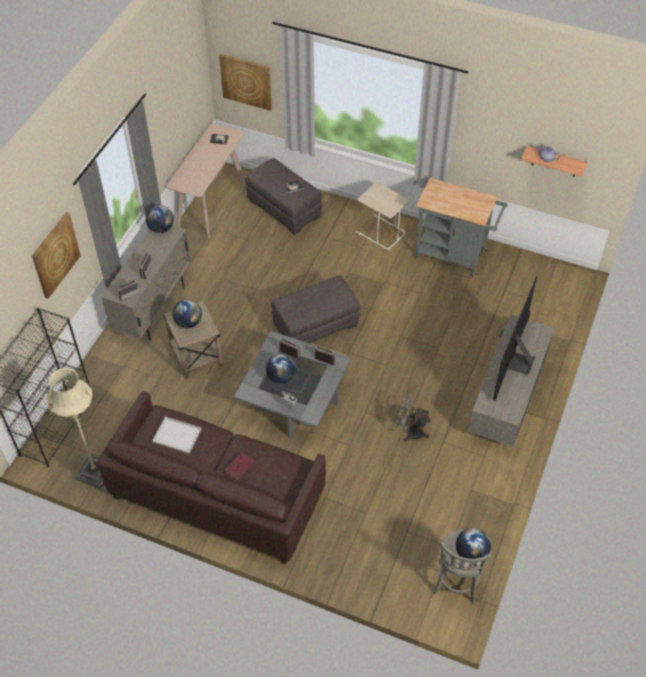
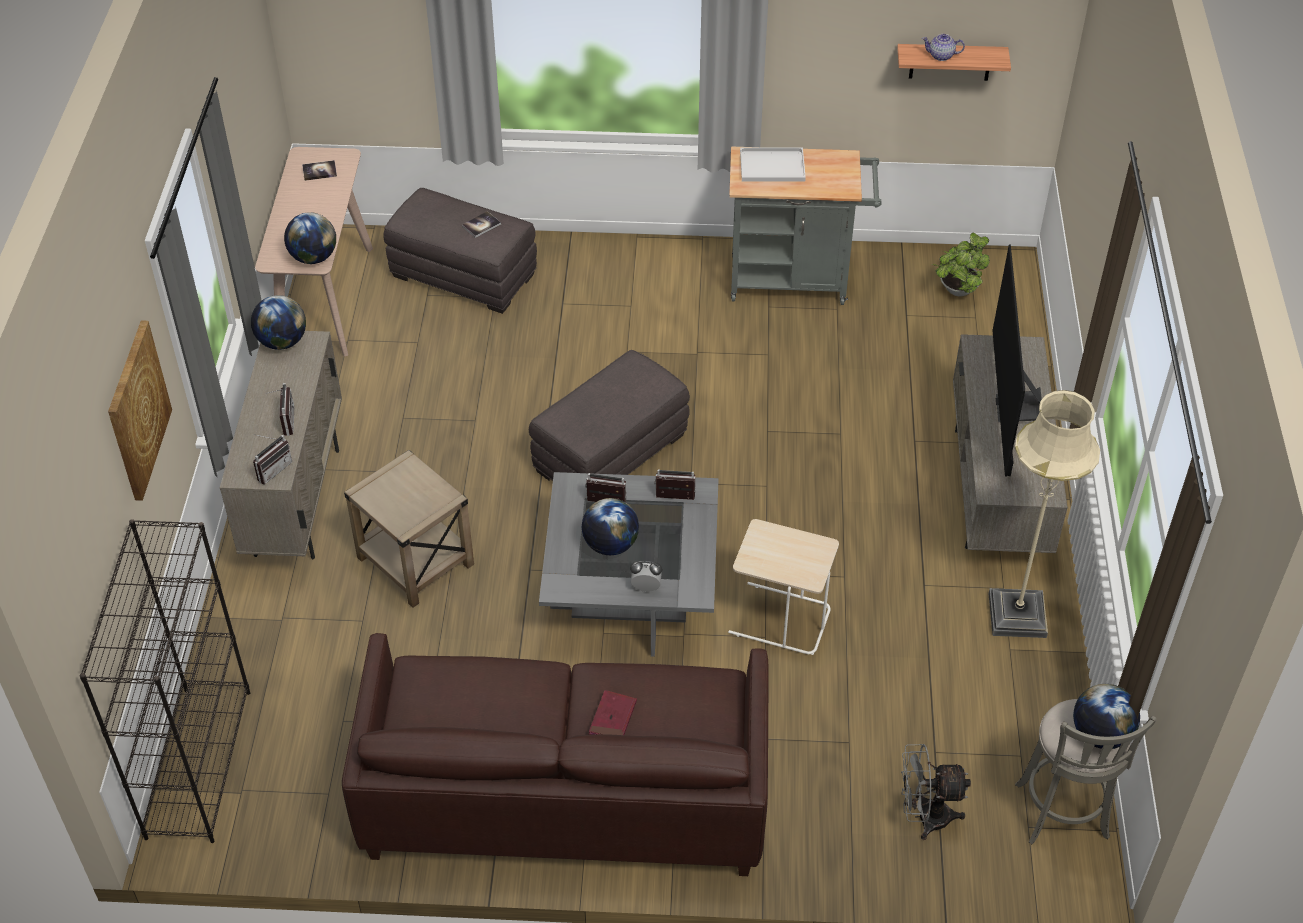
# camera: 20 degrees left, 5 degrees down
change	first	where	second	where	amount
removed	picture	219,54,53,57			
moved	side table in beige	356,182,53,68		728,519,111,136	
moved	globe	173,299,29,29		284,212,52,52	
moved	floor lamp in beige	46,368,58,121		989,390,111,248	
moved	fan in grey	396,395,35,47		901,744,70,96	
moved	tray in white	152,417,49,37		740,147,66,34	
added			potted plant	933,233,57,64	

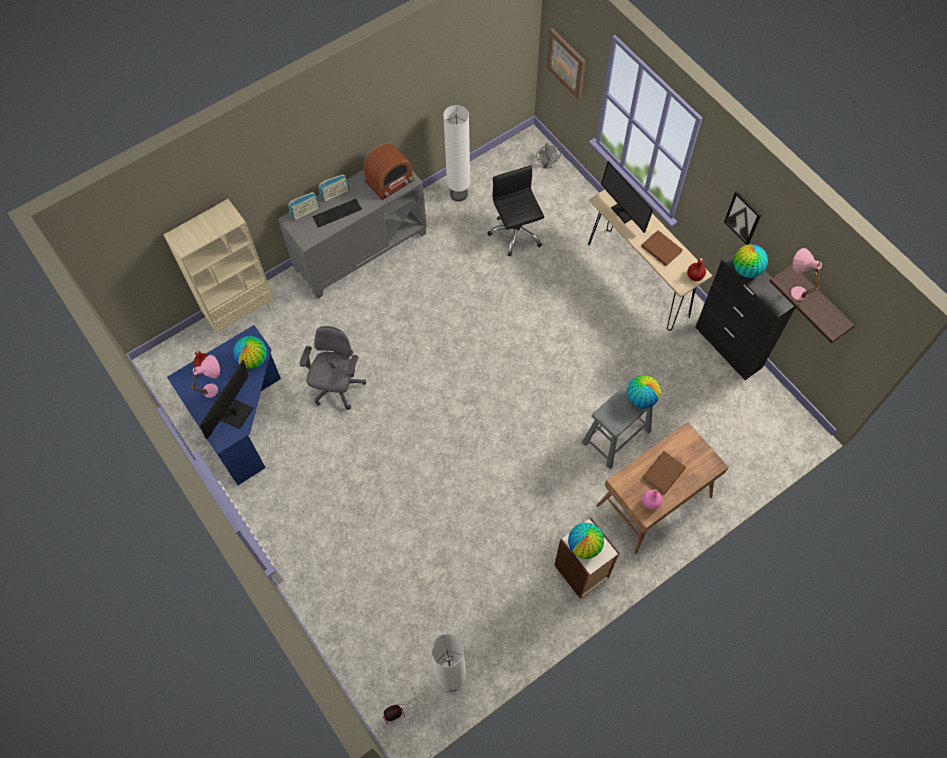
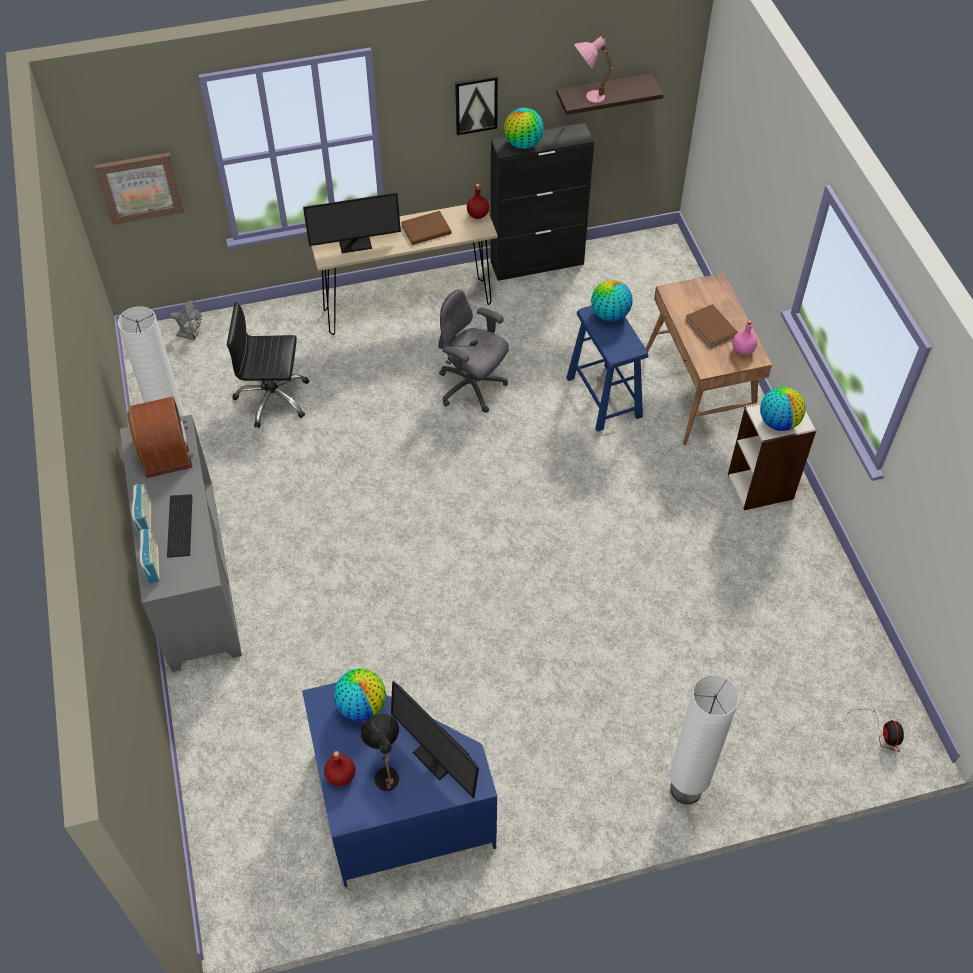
# camera: 70 degrees left, 10 degrees down
change	first	where	second	where	amount
removed	bookcase in beige	163,199,111,137			
moved	office chair in grey	300,326,66,84		438,289,71,124	
recoloured	table lamp in pink	192,355,28,43	table lamp in black	361,714,38,77	
recoloured	stool in grey	582,376,78,93	stool in blue	566,305,82,127	
moved	floor lamp in white	430,634,36,57		670,674,69,131	

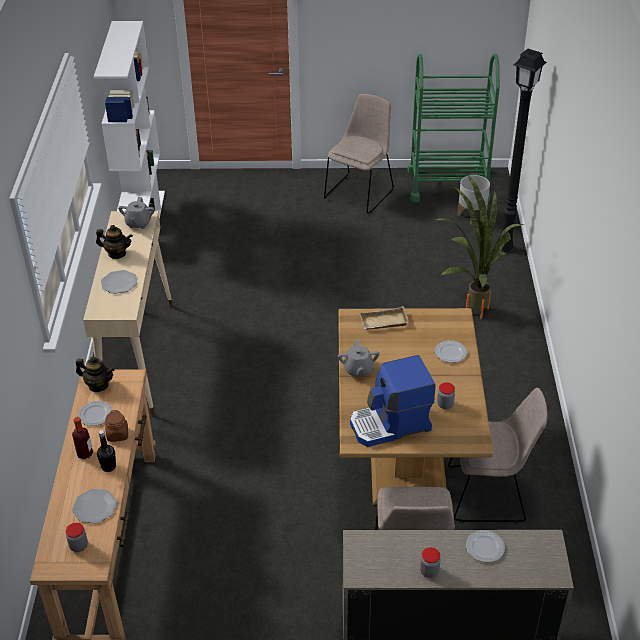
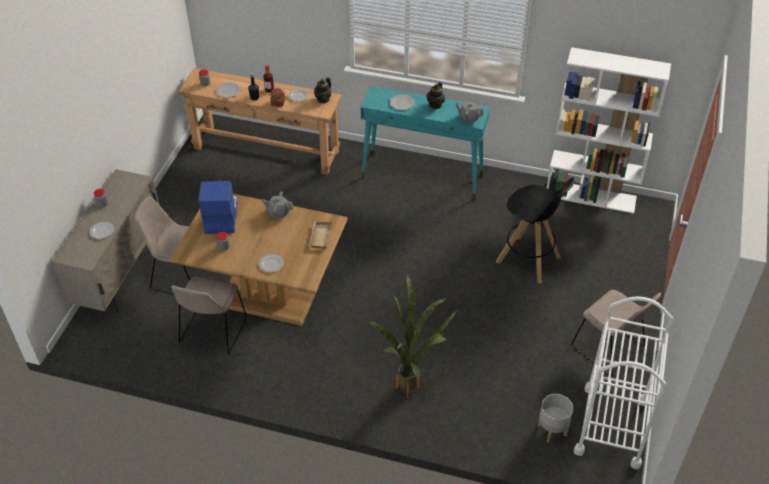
# camera: 105 degrees right, 5 degrees up
change	first	where	second	where	amount
removed	floor lamp in black	501,49,46,203			
recoloured	cart in green	407,53,93,150	cart in white	574,296,99,173	
recoloured	console table in beige	83,211,90,206	console table in turquoise	361,86,129,114	
added			stool in black	496,177,80,107	

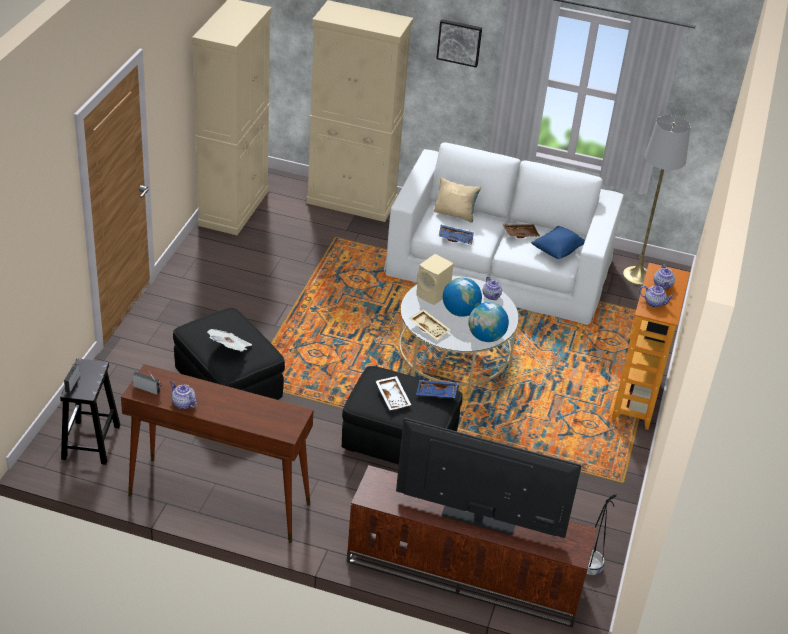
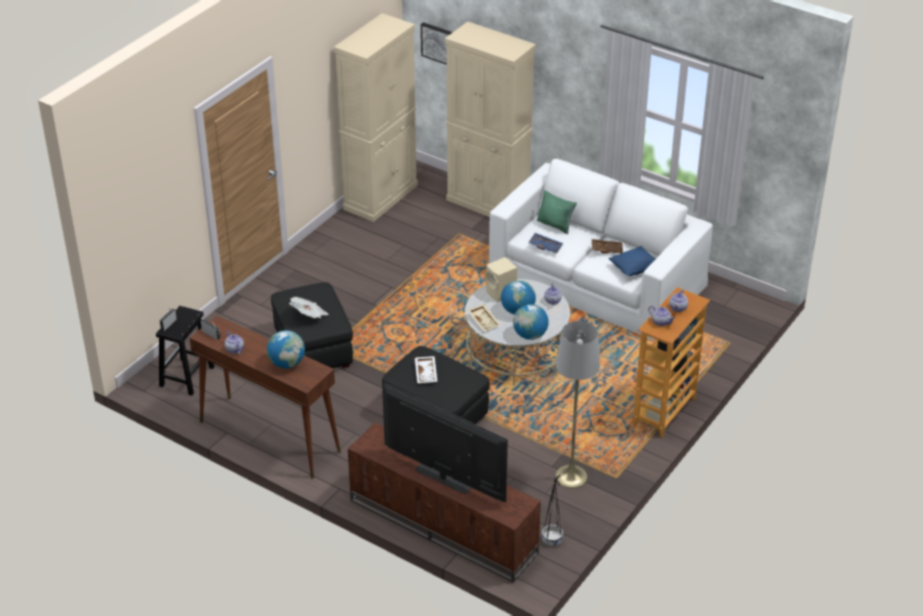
# camera: 20 degrees right, 0 degrees up
change	first	where	second	where	amount
moved	picture	436,19,46,49		421,22,32,43	
moved	floor lamp in grey	623,115,68,171		555,321,45,168	
recoloured	pillow in beige	434,177,47,46	pillow in green	537,190,40,44	
removed	tray in blue	416,380,42,18			
added			globe	267,330,38,38	

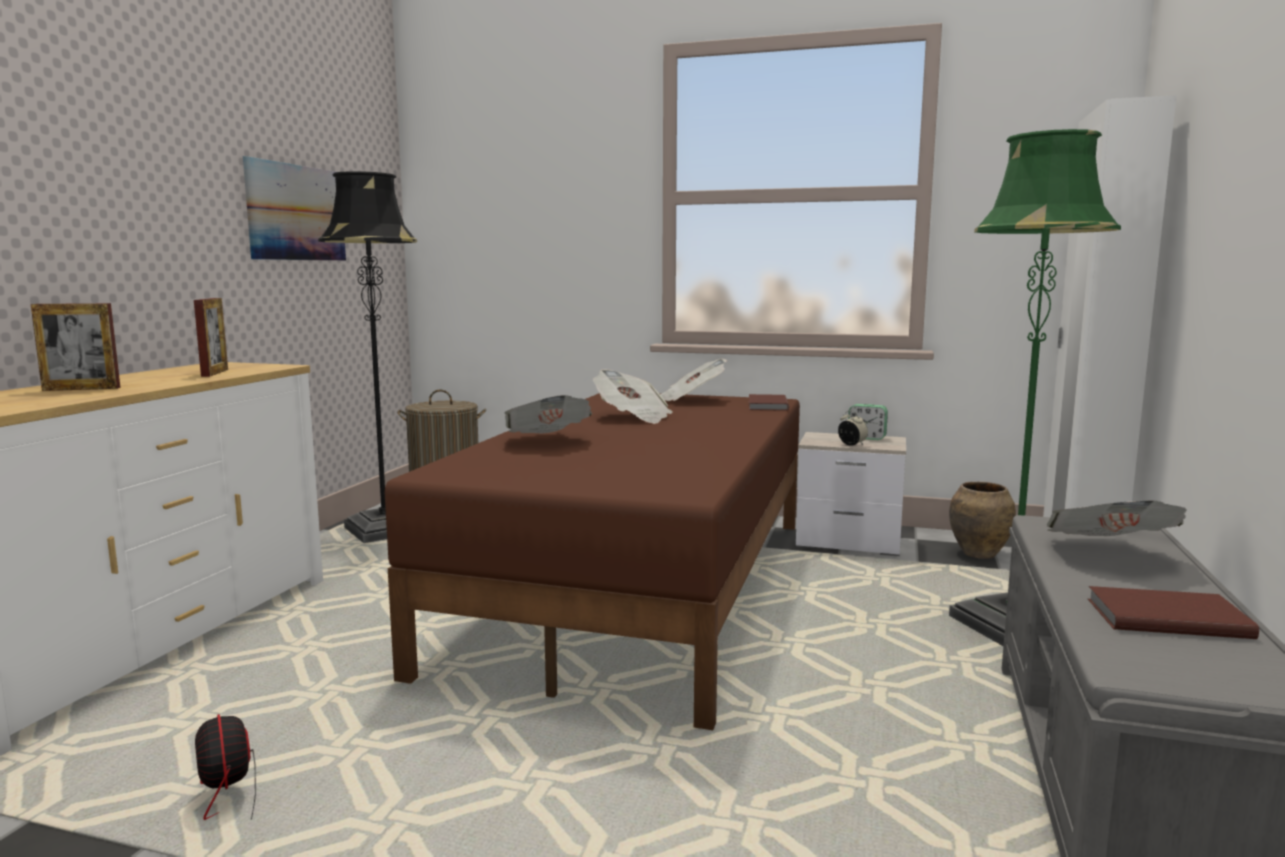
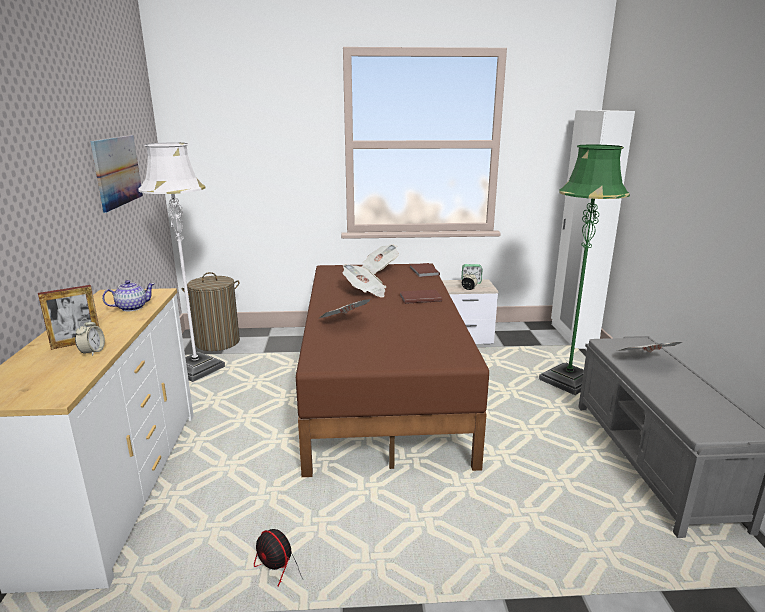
# camera: 20 degrees left, 10 degrees up
change	first	where	second	where	amount
recoloured	floor lamp in black	318,171,99,372	floor lamp in white	138,143,87,239	
replaced	picture frame	194,298,34,79	teapot	102,280,53,31	
removed	vase in brown	949,481,67,78			
moved	book in brown	1088,586,171,53		400,290,42,14	
added			alarm clock	75,318,30,38	

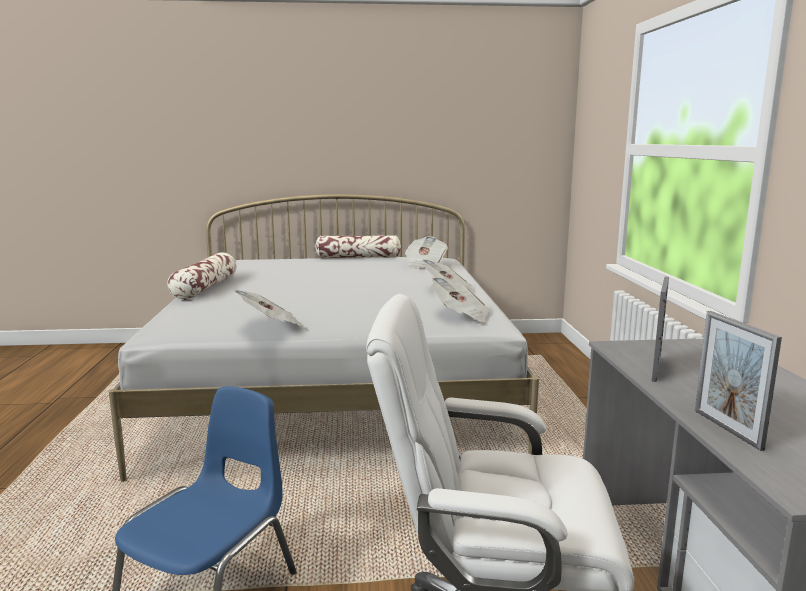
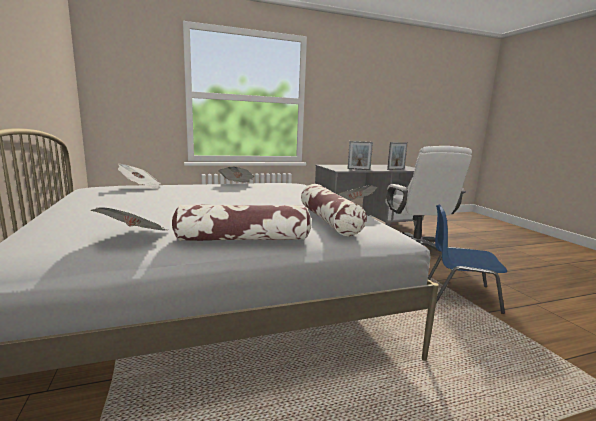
# camera: 105 degrees left, 0 degrees up
change	first	where	second	where	amount
moved	pillow	315,235,86,23		301,184,66,52	
moved	newspaper	431,277,59,45		90,208,76,23	

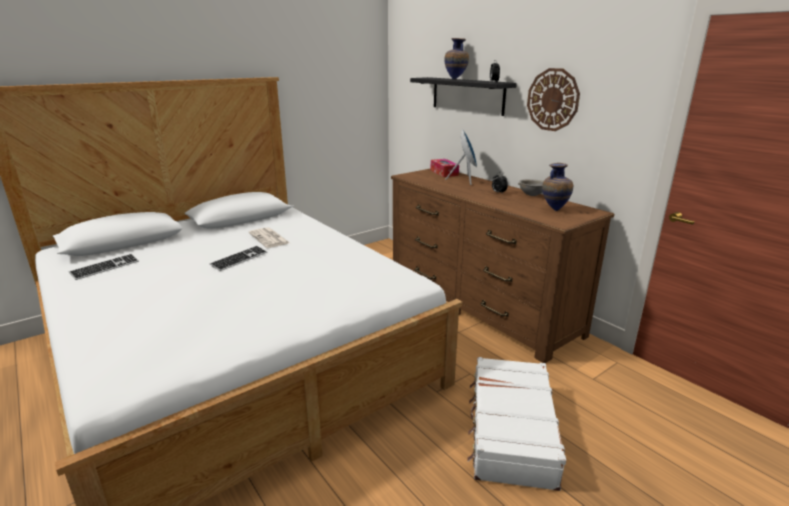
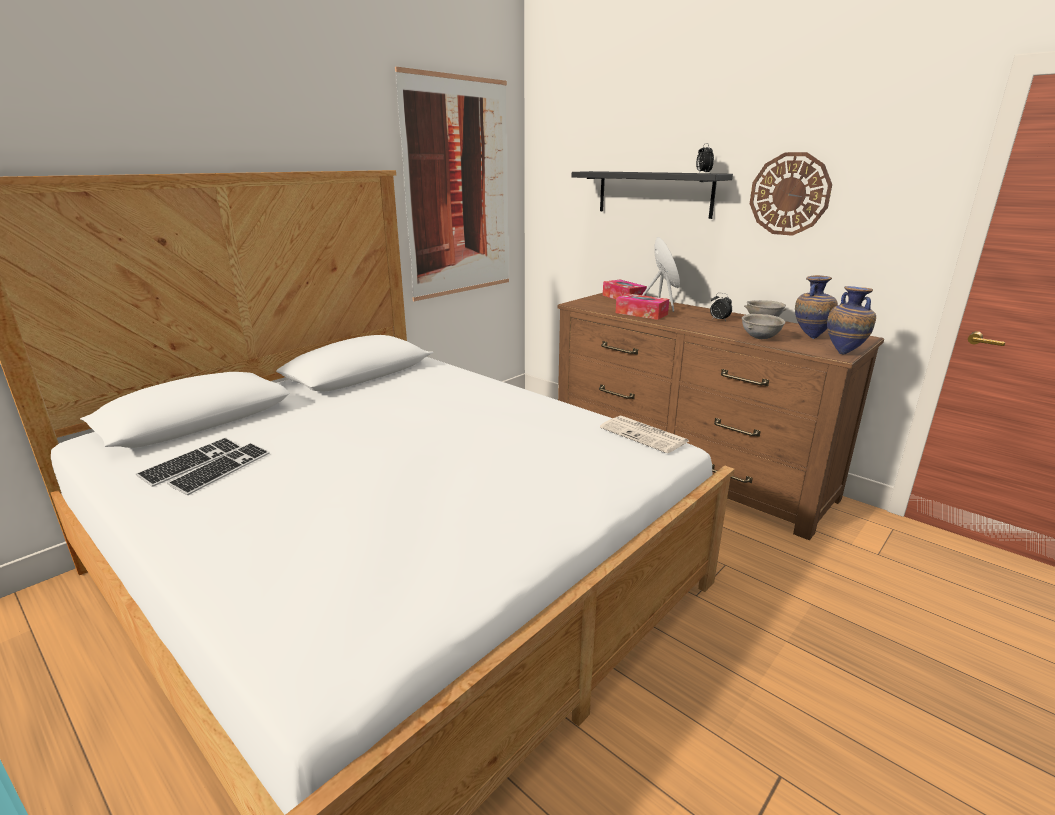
# camera: 10 degrees left, 0 degrees up
change	first	where	second	where	amount
moved	vase	444,38,25,42		827,286,49,68	
moved	newspaper	249,227,41,21		600,416,89,37	
moved	keyboard	210,246,57,25		167,443,103,52	
removed	suitcase in white	467,357,99,134			
added			picture	395,67,114,234	
added			tissue box	616,293,53,27	
added			bowl in grey	742,314,43,25	

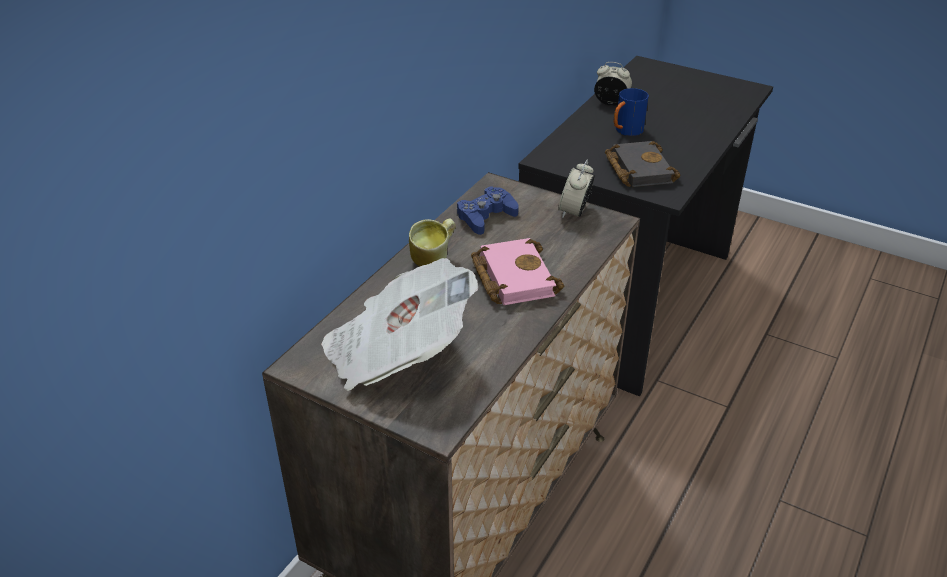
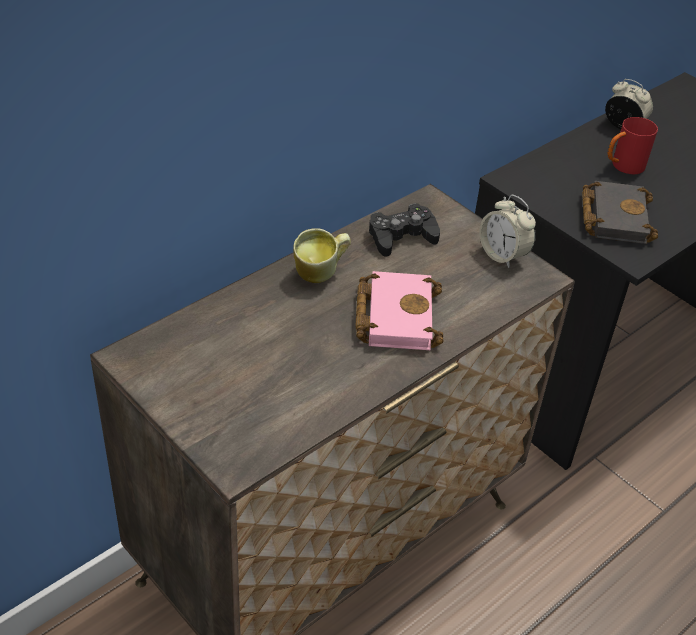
# camera: 15 degrees right, 5 degrees up
change	first	where	second	where	amount
recoloured	mug in blue	614,88,35,48	mug in red	608,117,50,57	
turned	alarm clock	558,160,37,58		479,194,57,74	75 degrees counterclockwise
recoloured	game controller in blue	457,186,62,49	game controller in black	369,203,71,54	
removed	newspaper	321,258,157,133			

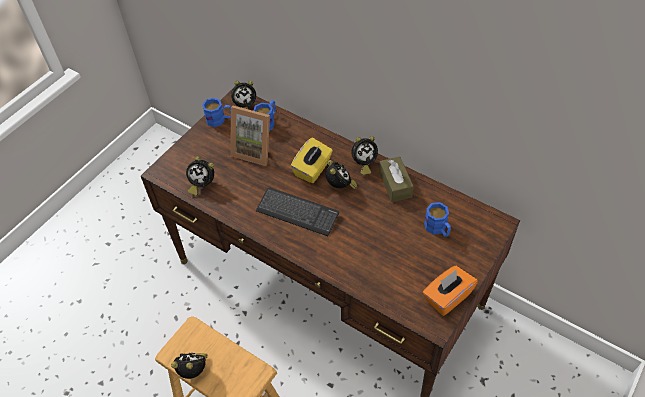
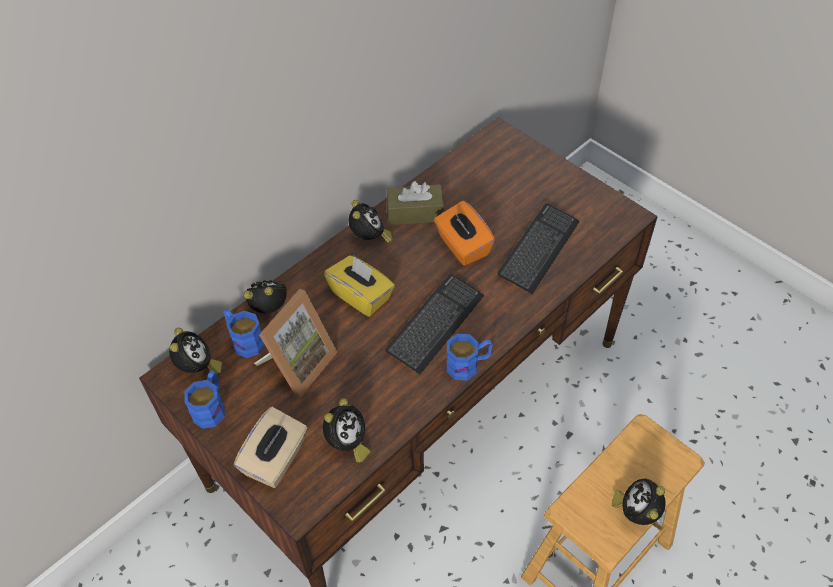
# camera: 80 degrees left, 0 degrees up
change	first	where	second	where	amount
moved	alarm clock	326,160,31,29		244,280,43,34	
moved	mug in blue	424,202,27,35		446,334,47,47	
moved	tissue box in orange	423,266,55,50		434,200,61,66	
added			keyboard	497,203,82,91	
added			tissue box in beige	234,407,74,81	

